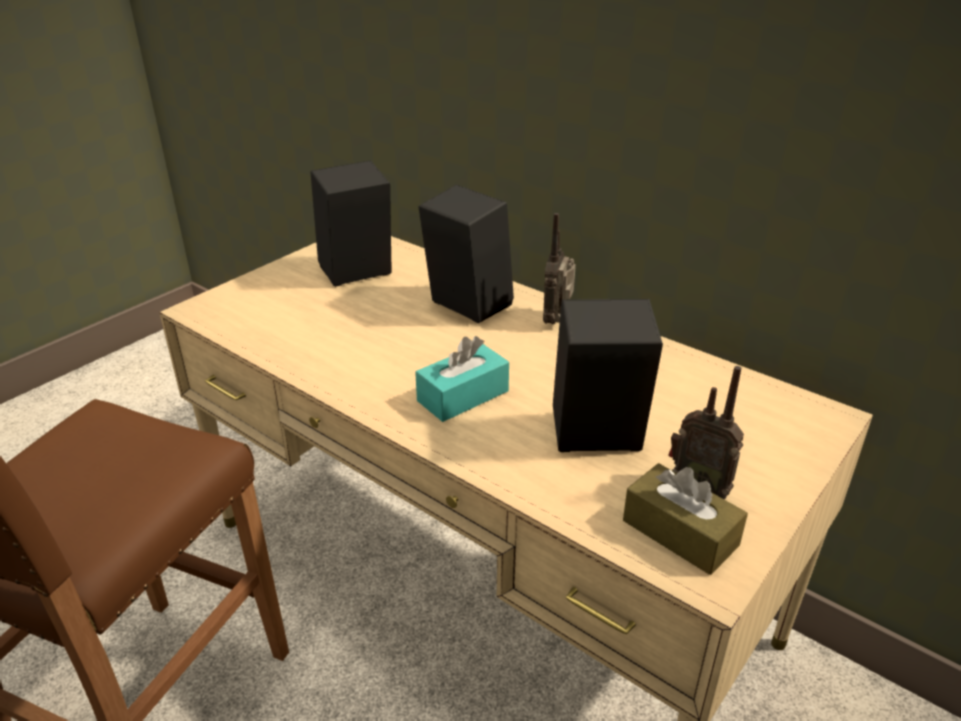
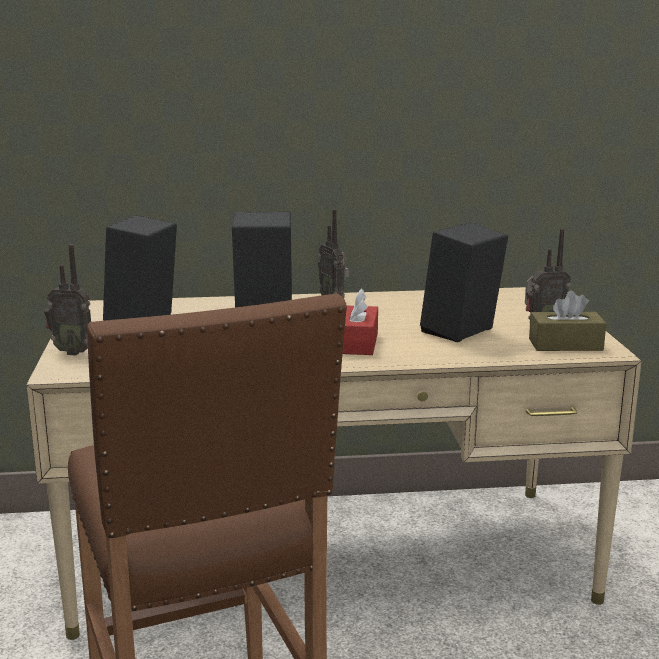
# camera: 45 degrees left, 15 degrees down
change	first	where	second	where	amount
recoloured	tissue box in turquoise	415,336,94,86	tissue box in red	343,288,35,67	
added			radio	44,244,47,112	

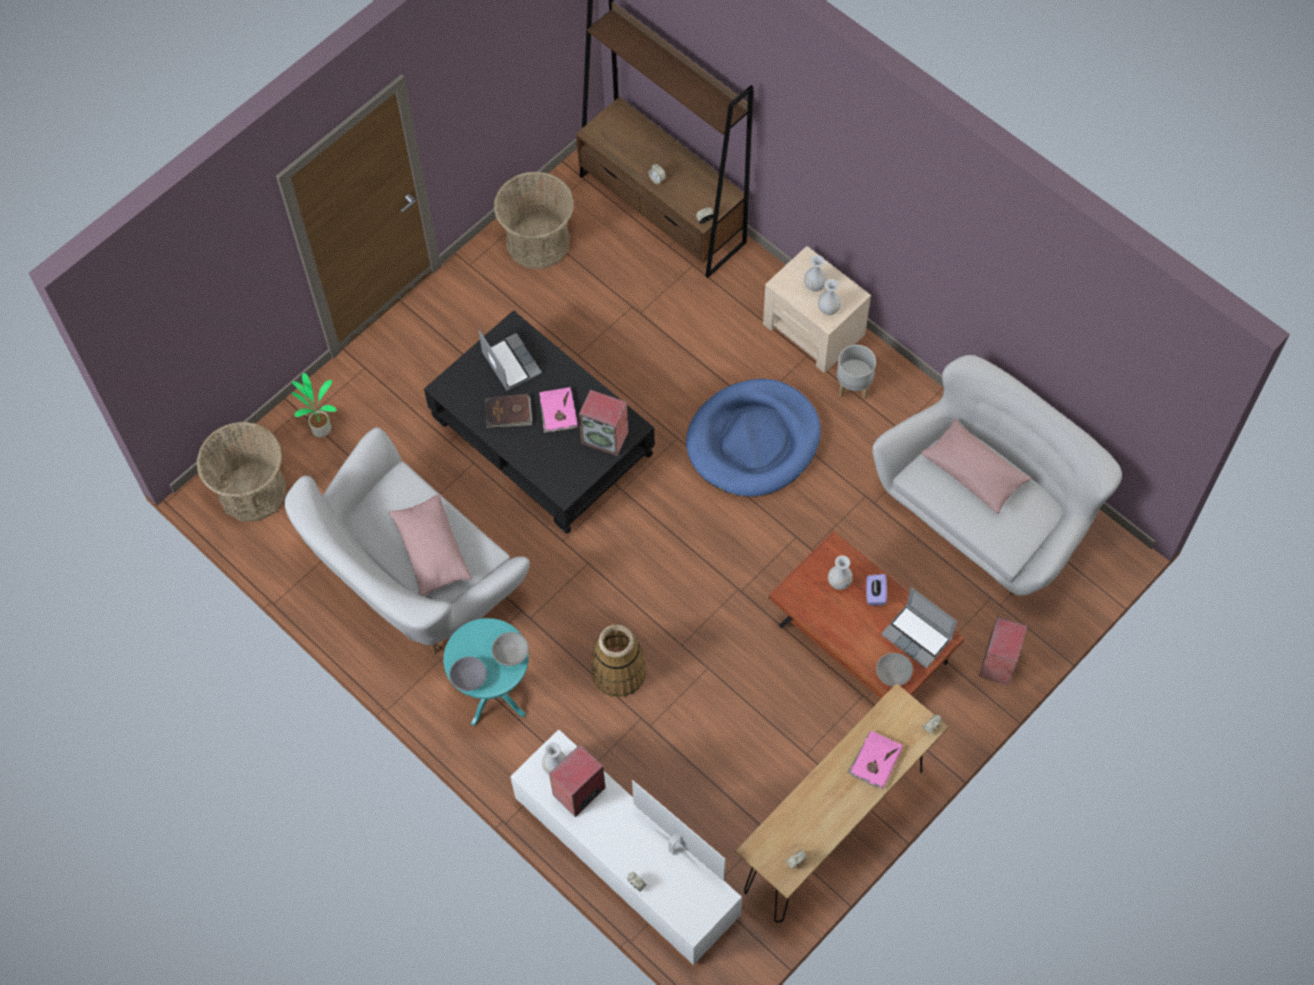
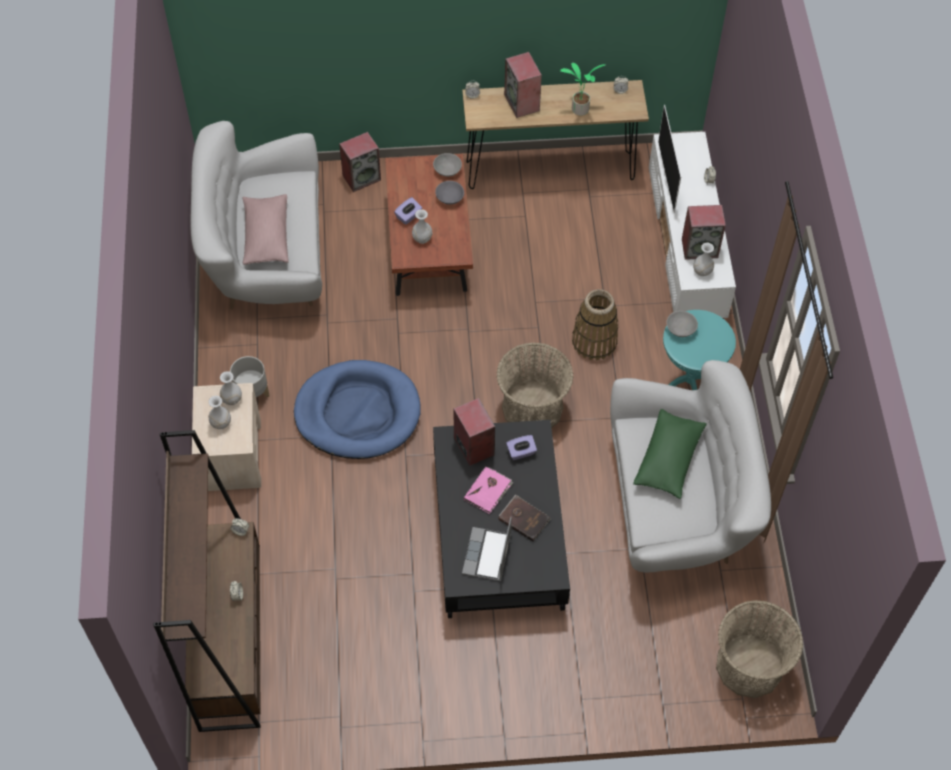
# camera: 140 degrees left, 5 degrees down
change	first	where	second	where	amount
moved	basket	494,171,80,98		496,342,77,86	
moved	potted plant	292,373,45,64		560,63,45,53	
recoloured	pillow in pink	389,494,83,102	pillow in green	633,409,74,90	
removed	laptop	881,587,76,82			
moved	bowl in grey	449,657,38,34		435,181,29,24	
replaced	book in pink	847,731,56,58	speaker	504,52,38,66	
added			tissue box in purple	506,435,31,25	

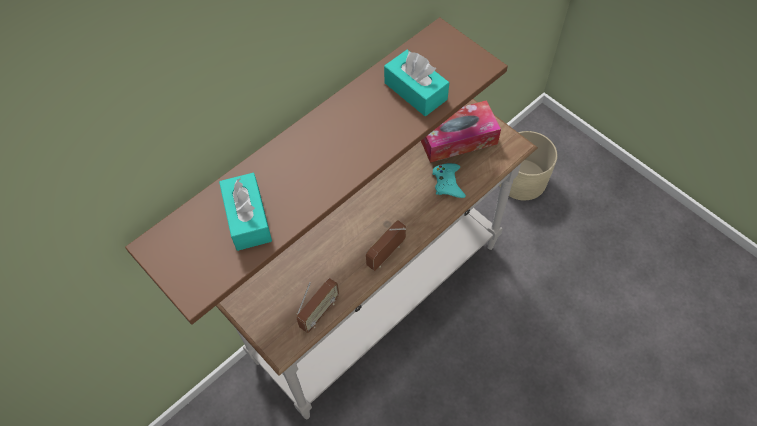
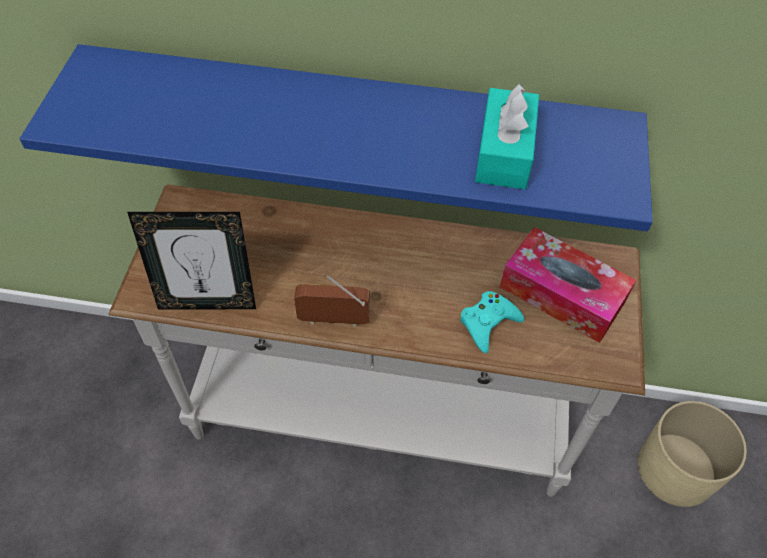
# camera: 50 degrees right, 5 degrees down
change	first	where	second	where	amount
recoloured	shelf in brown	125,17,383,308	shelf in blue	20,44,633,187	
removed	tissue box in turquoise	219,173,53,78			
replaced	radio	297,278,43,55	picture frame	127,212,129,98	

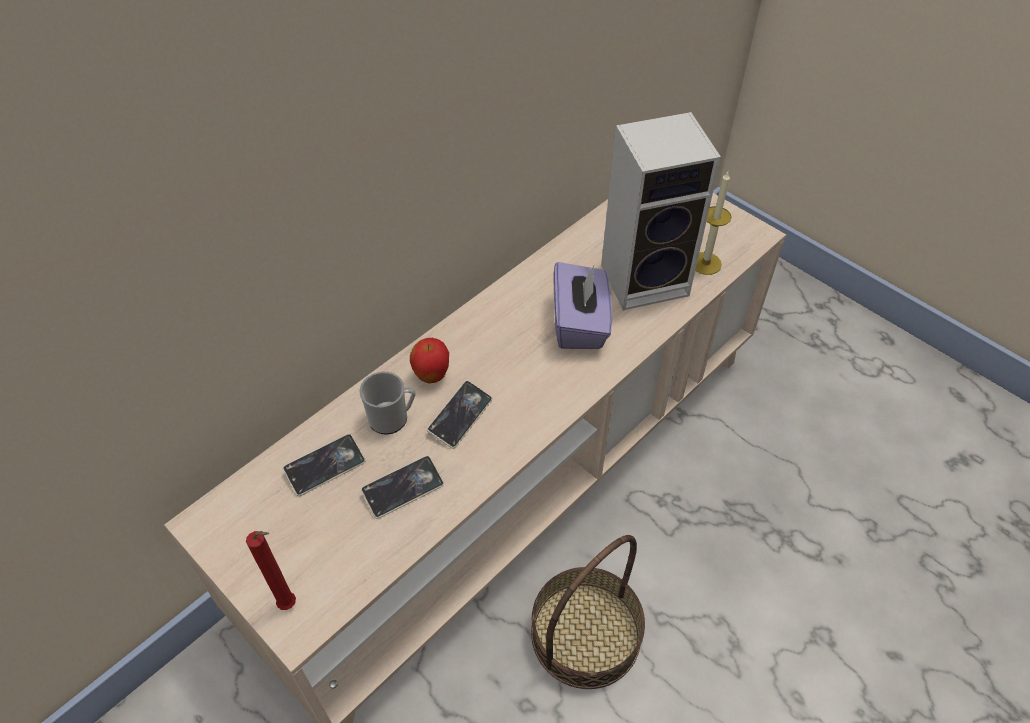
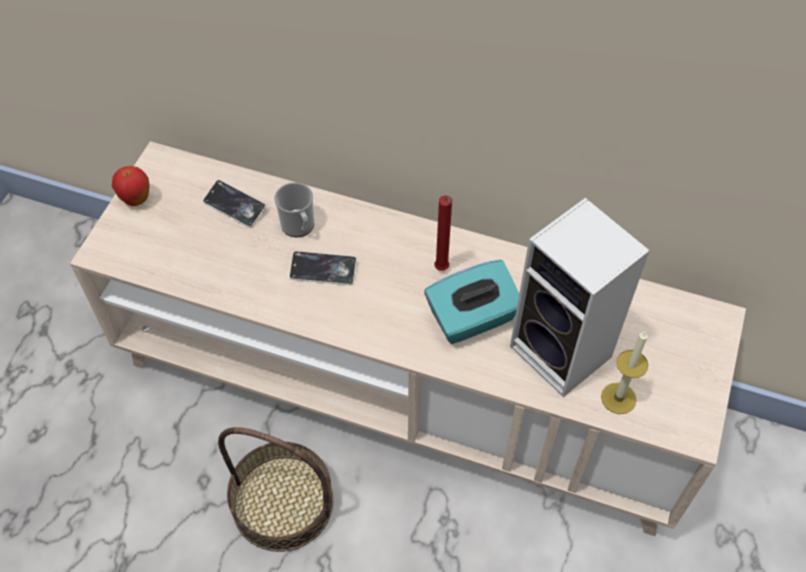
# camera: 65 degrees right, 5 degrees up
change	first	where	second	where	amount
recoloured	tissue box in purple	553,262,59,87	tissue box in turquoise	425,260,94,84	
moved	apple	410,338,39,45		112,166,38,40	
removed	phone	361,456,83,63			
moved	candle in red	246,531,50,79		434,195,18,76	

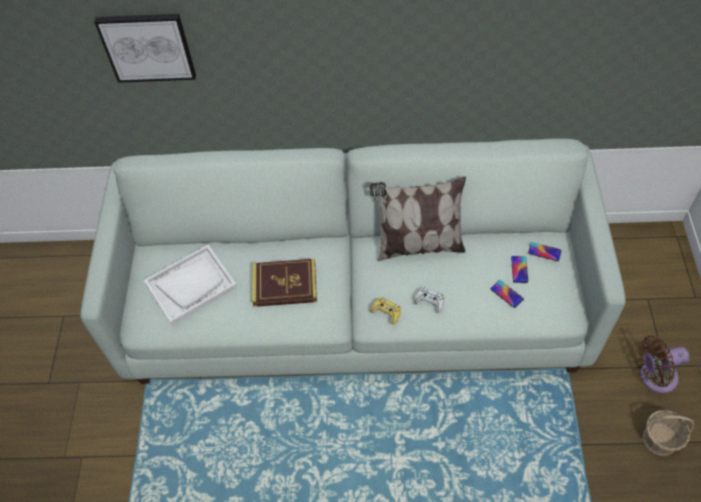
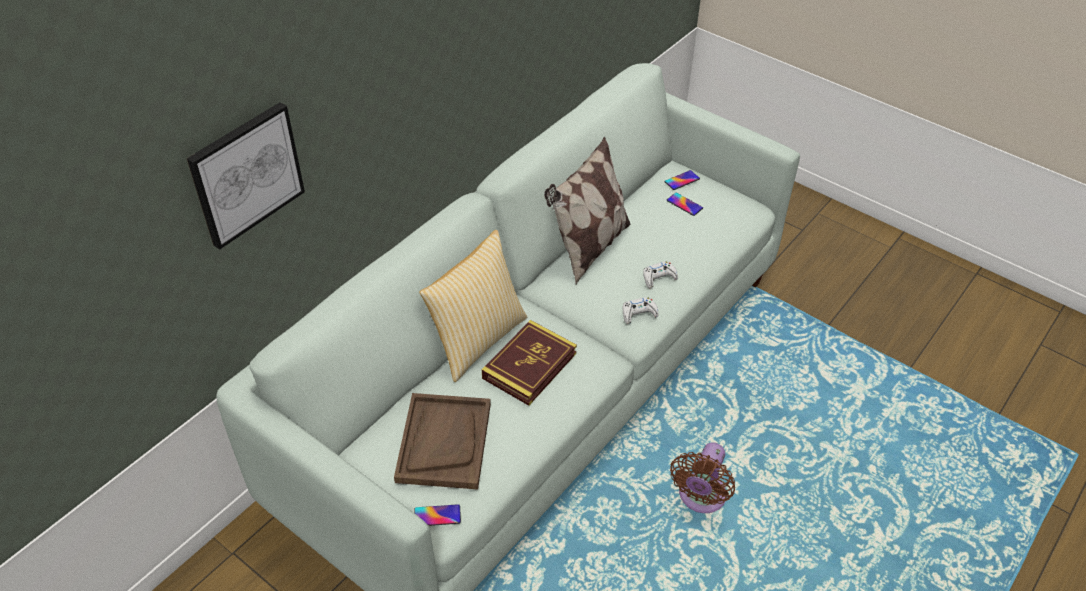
# camera: 55 degrees left, 10 degrees down
change	first	where	second	where	amount
recoloured	tray in white	144,244,93,82	tray in brown	394,393,97,97	
moved	phone	490,280,34,28		415,504,46,22	
recoloured	game controller in yellow	370,297,31,28	game controller in white	622,297,37,27	
moved	fan in brown	639,335,51,58		670,442,65,71	
removed	basket	643,410,51,46			
added			pillow	419,230,108,152	

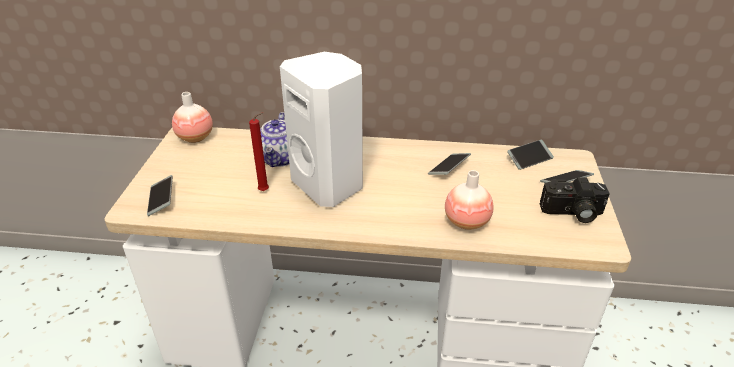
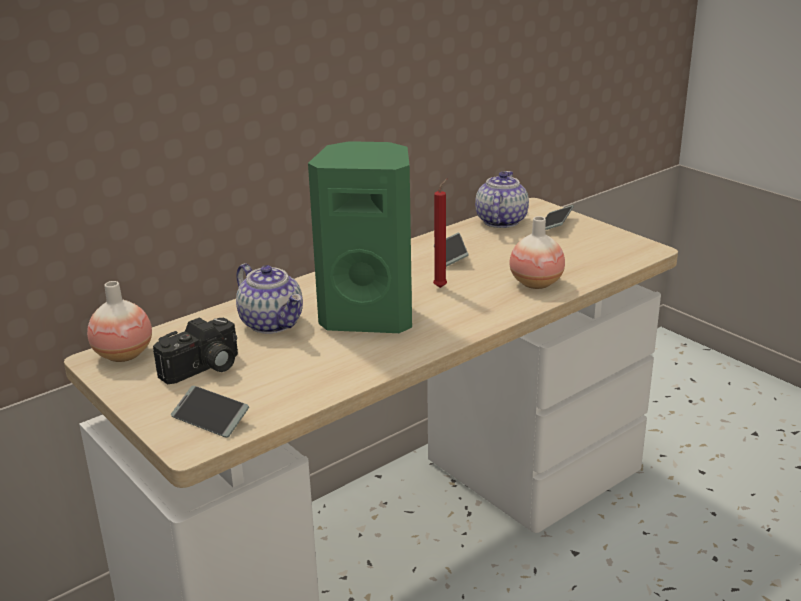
# camera: 45 degrees left, 10 degrees down
change	first	where	second	where	amount
recoloured	speaker in white	280,52,83,155	speaker in green	308,141,104,192	
moved	candle in red	249,112,20,79		433,179,14,109	
replaced	phone	507,140,47,30	teapot	475,171,54,57	
moved	photo camera	540,177,70,46		153,317,85,68	

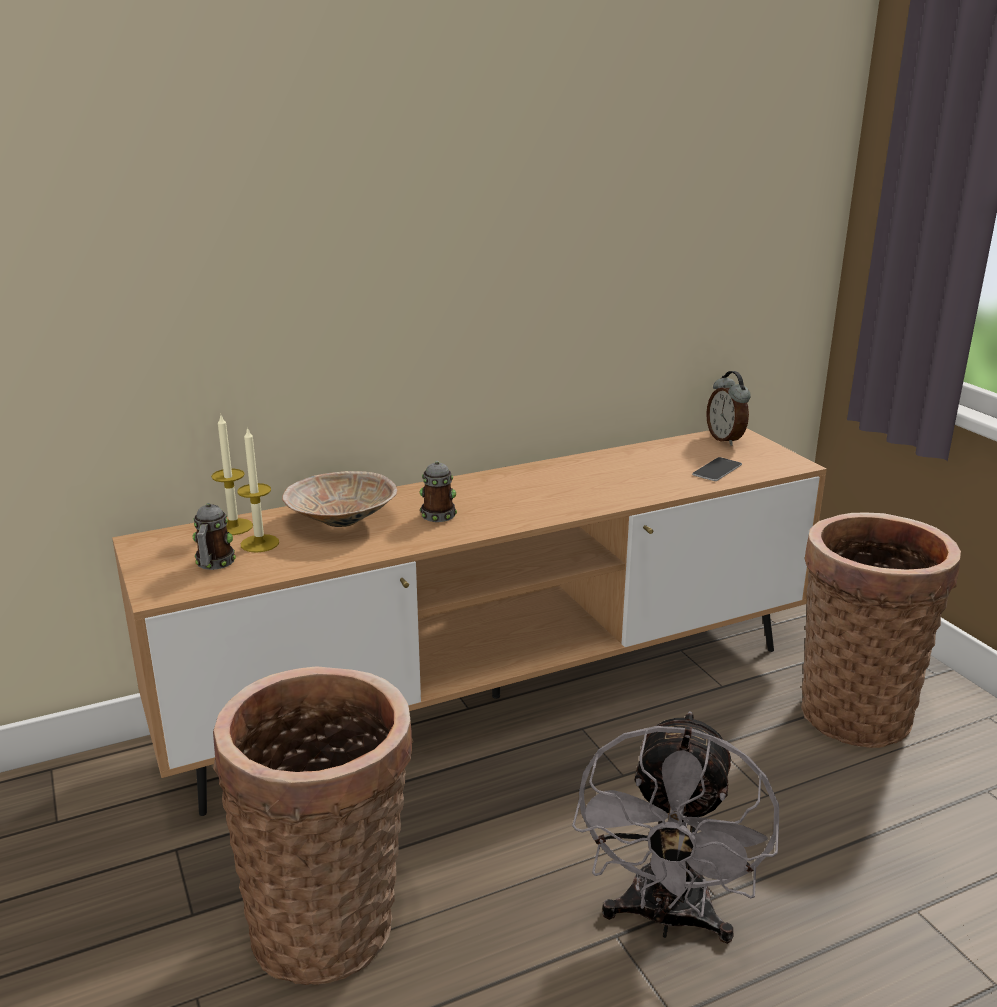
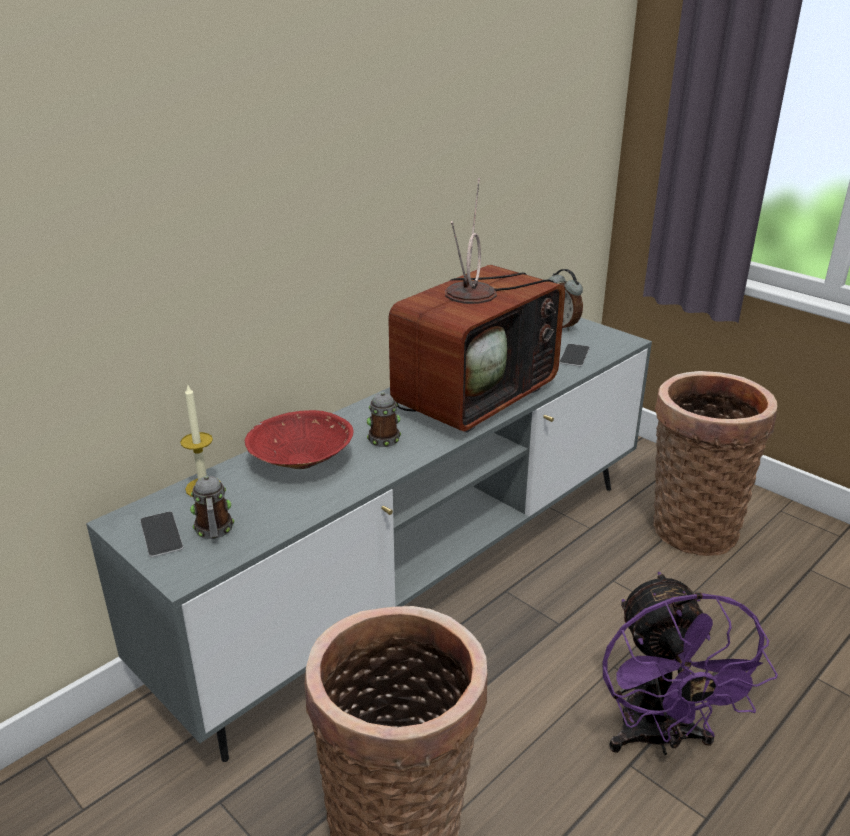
# camera: 20 degrees left, 5 degrees up
change	first	where	second	where	amount
removed	candle	237,427,42,125			
recoloured	tv stand in brown	112,428,715,388	tv stand in grey	86,318,566,444	
recoloured	bowl in beige	282,471,115,56	bowl in red	245,410,109,59	
recoloured	fan in grey	572,711,207,233	fan in purple	602,572,176,183	
added			television	388,178,177,254	
added			phone	140,511,44,46	

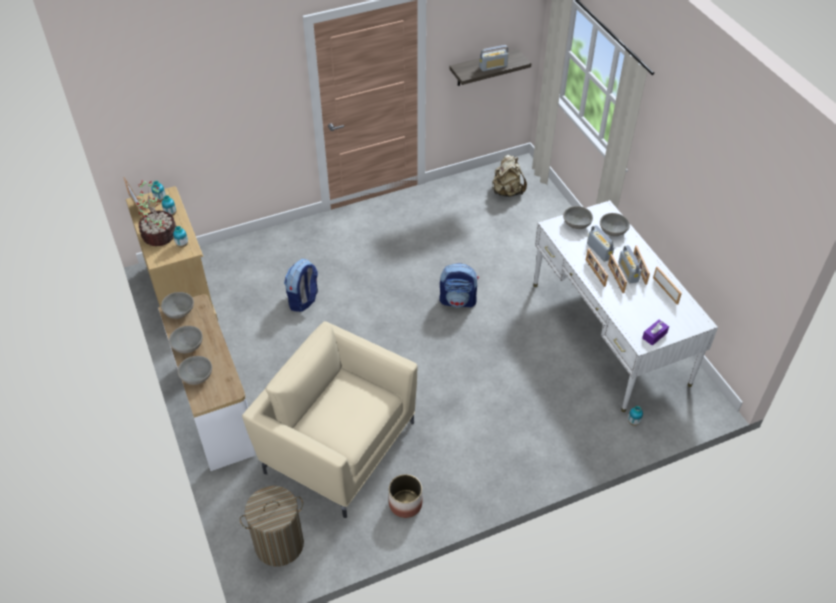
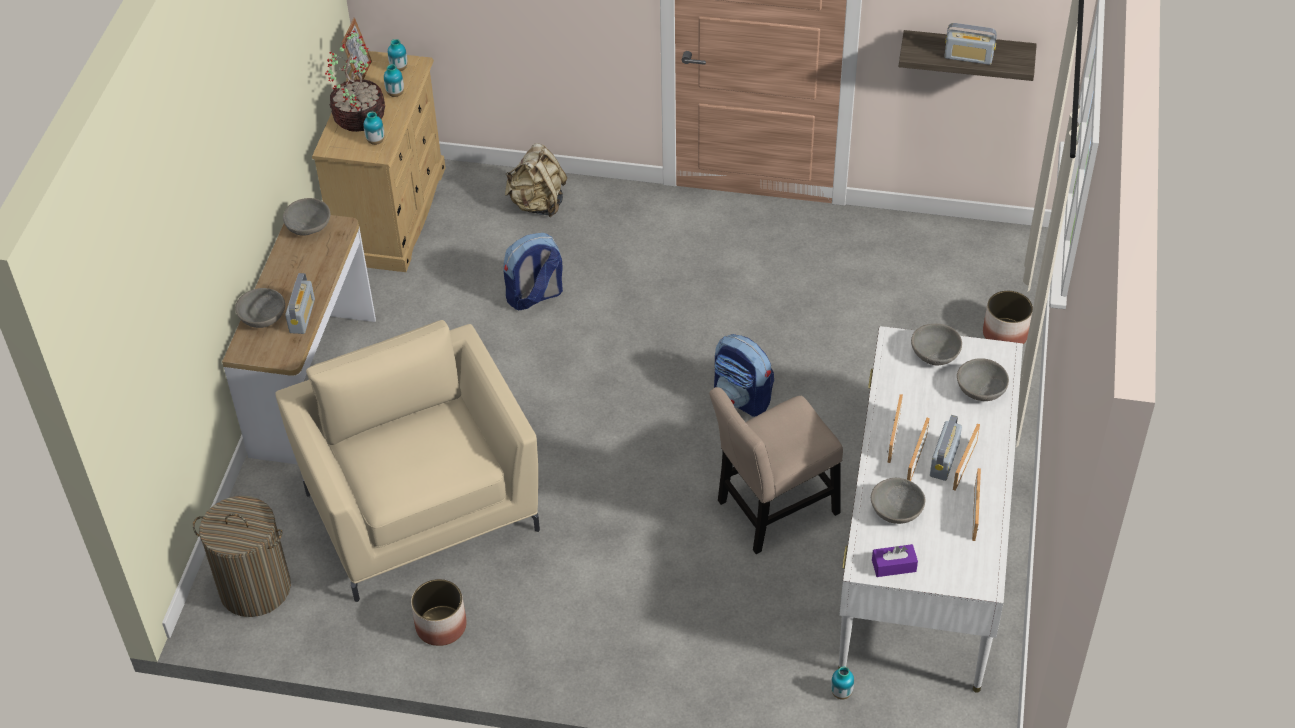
# camera: 35 degrees right, 0 degrees up
change	first	where	second	where	amount
moved	backpack in beige	492,155,35,42		505,143,62,74	
moved	radio	587,225,27,37		285,273,30,61	
moved	bowl in grey	169,326,34,27		871,478,54,46	
added			planter	983,291,50,53	
added			chair in beige	709,387,134,167	

